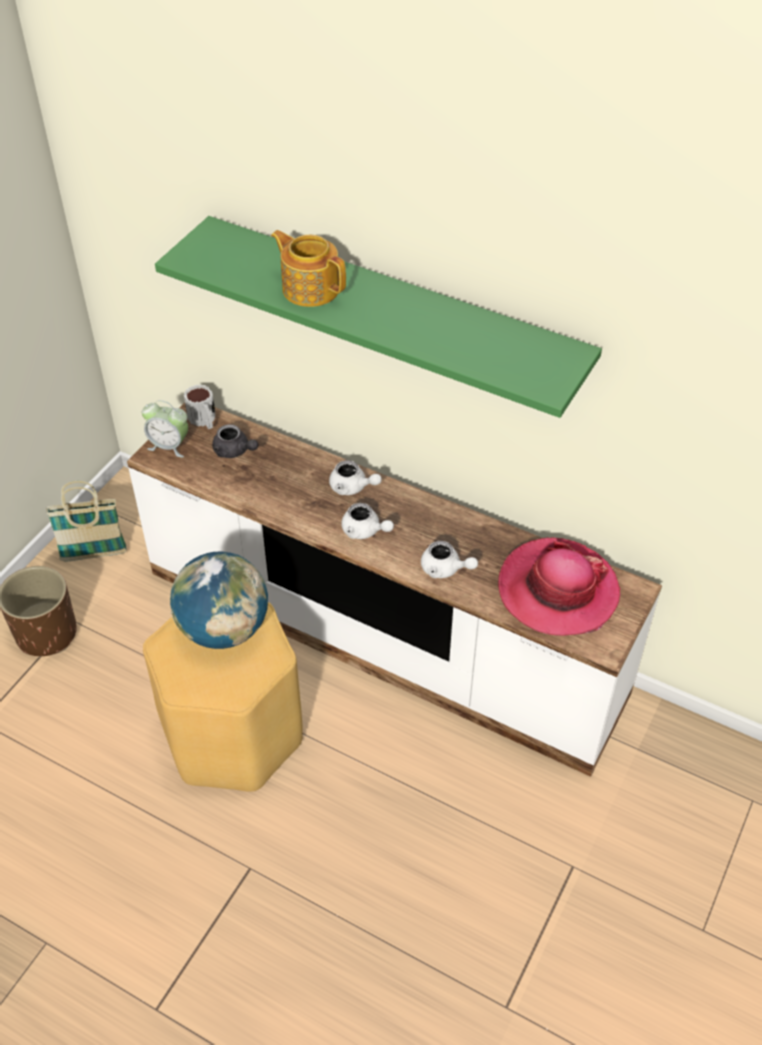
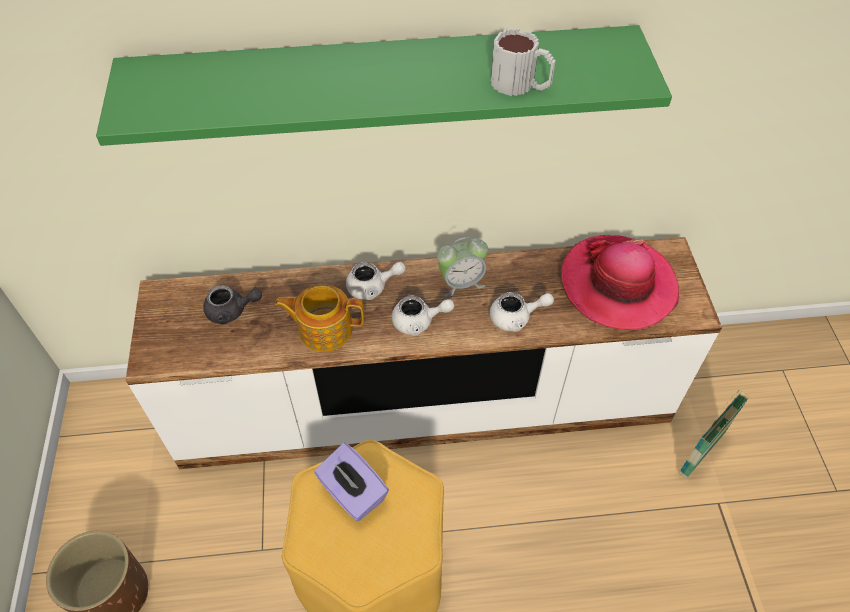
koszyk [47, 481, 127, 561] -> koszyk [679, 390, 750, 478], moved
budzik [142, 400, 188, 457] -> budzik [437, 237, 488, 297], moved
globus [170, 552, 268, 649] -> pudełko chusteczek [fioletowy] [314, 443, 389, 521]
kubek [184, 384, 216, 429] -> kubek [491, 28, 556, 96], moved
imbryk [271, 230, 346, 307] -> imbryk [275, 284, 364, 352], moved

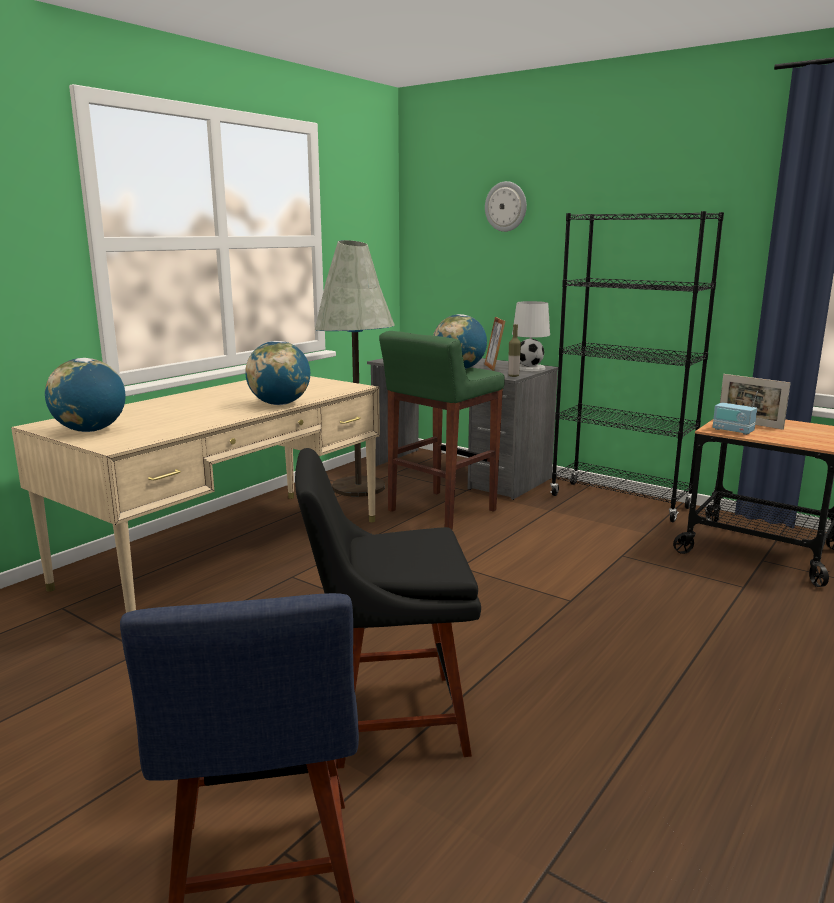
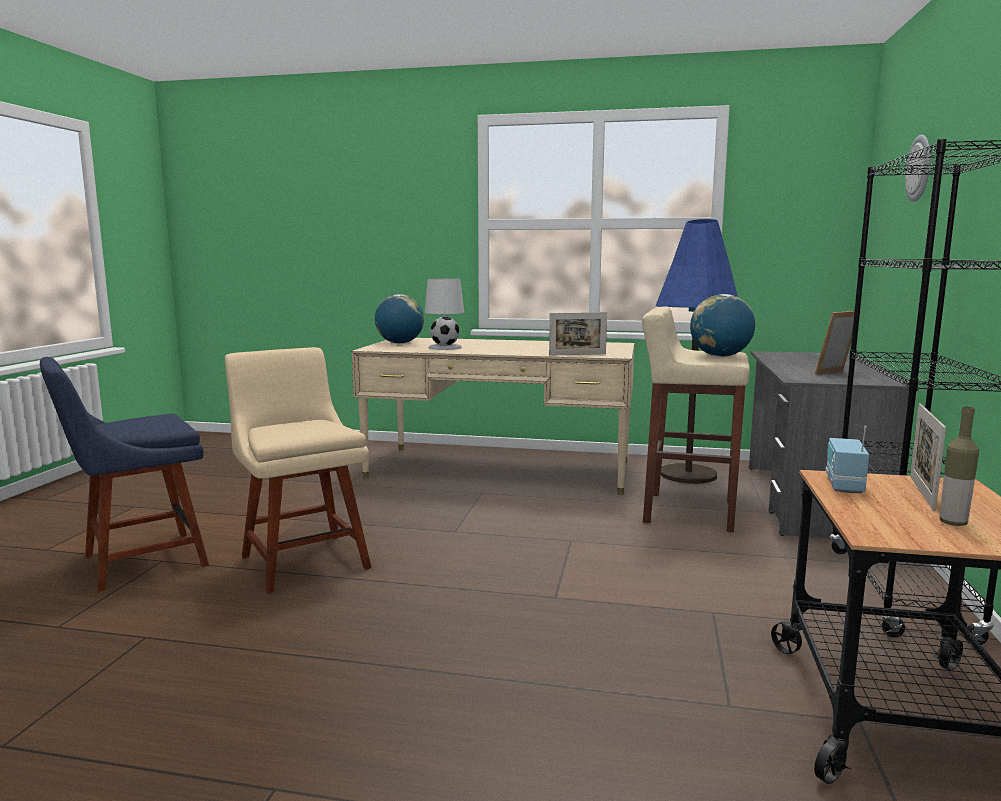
globus [245, 341, 310, 405] -> none
krzesło [czarny] [295, 448, 481, 769] -> krzesło [beżowy] [225, 347, 372, 594]
lampa stojąca [szary] [315, 240, 395, 497] -> lampa stojąca [niebieski] [656, 219, 738, 484]
stołek [zielony] [379, 331, 505, 530] -> stołek [beżowy] [642, 306, 750, 532]
butelka [508, 324, 521, 377] -> butelka [940, 406, 979, 526], moved
lampa stołowa [biały] [512, 301, 550, 371] -> lampa stołowa [biały] [425, 278, 464, 350], moved
none -> ramka na zdjęcie [549, 312, 607, 356]

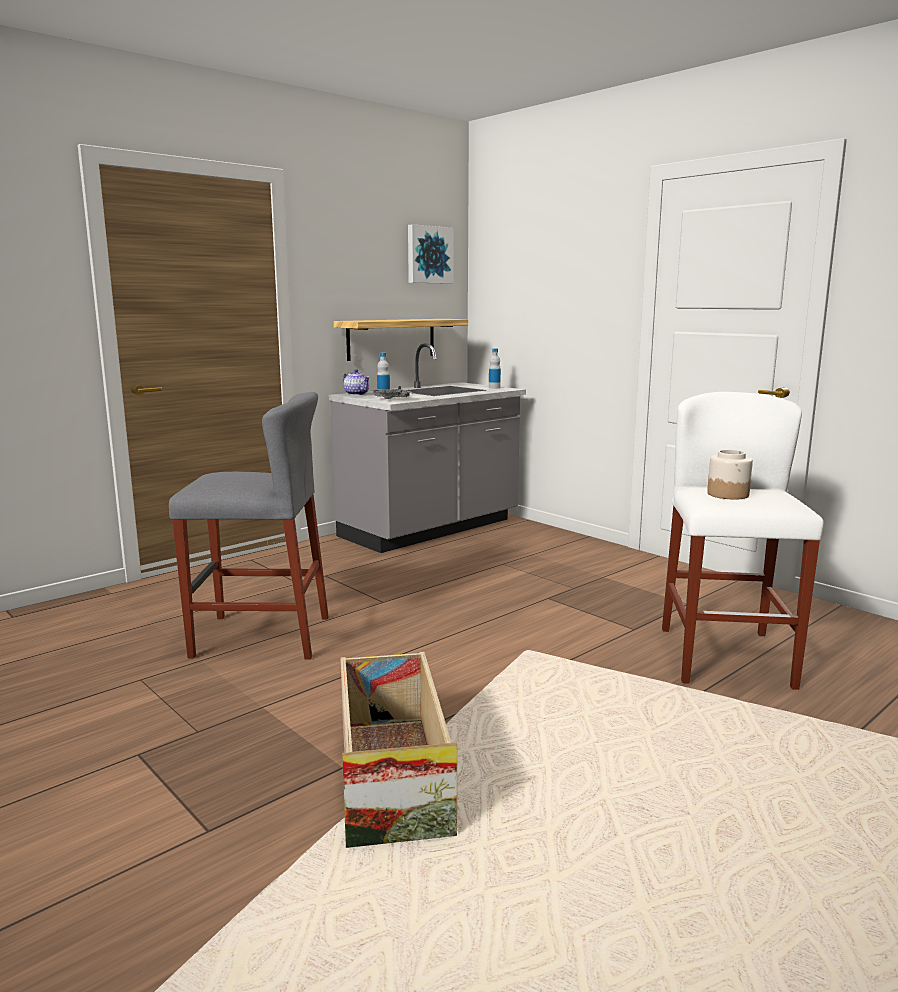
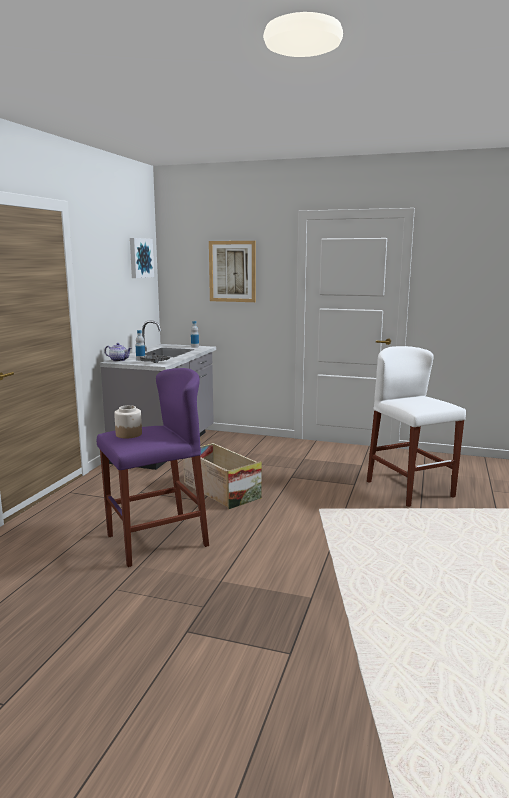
stołek [szary] [169, 392, 329, 660] -> stołek [fioletowy] [97, 368, 209, 567]
półka [334, 319, 468, 361] -> none
skrzynka [340, 652, 457, 848] -> skrzynka [183, 443, 262, 510], moved
słoik [707, 450, 753, 500] -> słoik [114, 405, 142, 438], moved
none -> obraz [209, 241, 256, 302]

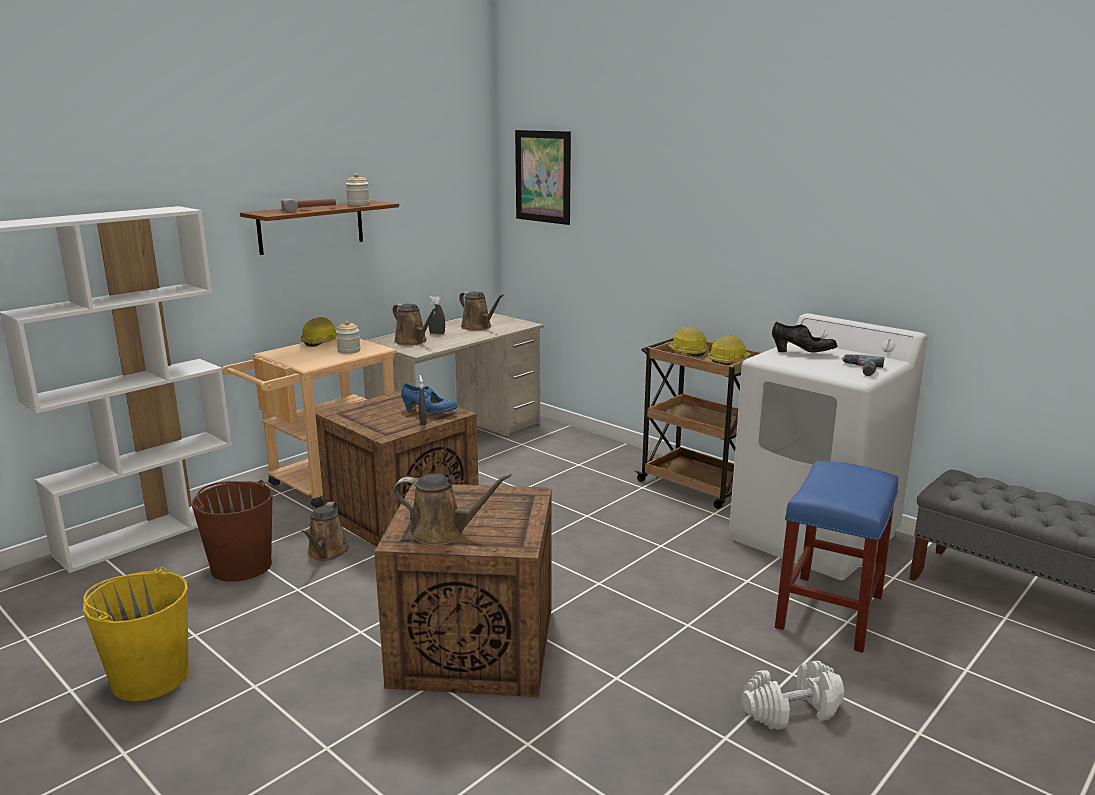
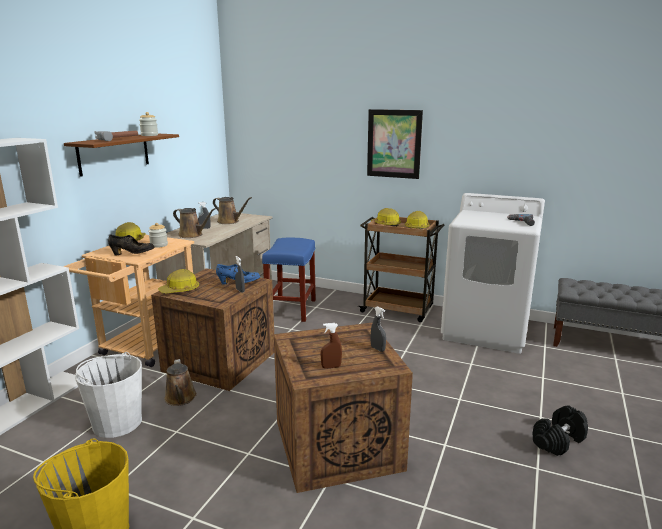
wiadro [brązowy] [192, 480, 273, 582] -> wiadro [biały] [75, 352, 142, 438]
konewka [brązowy] [393, 474, 512, 546] -> spryskiwacz [brązowy] [321, 323, 342, 368]
obraz [515, 130, 571, 225] -> obraz [367, 109, 423, 179], moved
hantel [biały] [742, 661, 844, 730] -> hantel [czarny] [532, 406, 588, 456]
but [czarny] [772, 322, 837, 352] -> but [czarny] [108, 234, 155, 255], moved
stołek [niebieski] [775, 461, 898, 653] -> stołek [niebieski] [262, 237, 316, 322], moved
none -> kask [158, 269, 199, 294]
none -> spryskiwacz [szary] [371, 306, 386, 352]

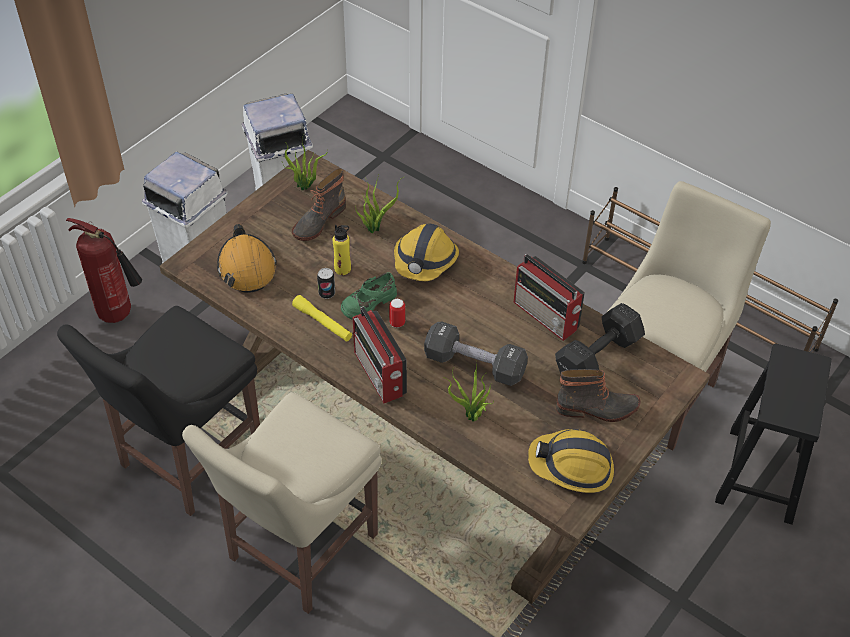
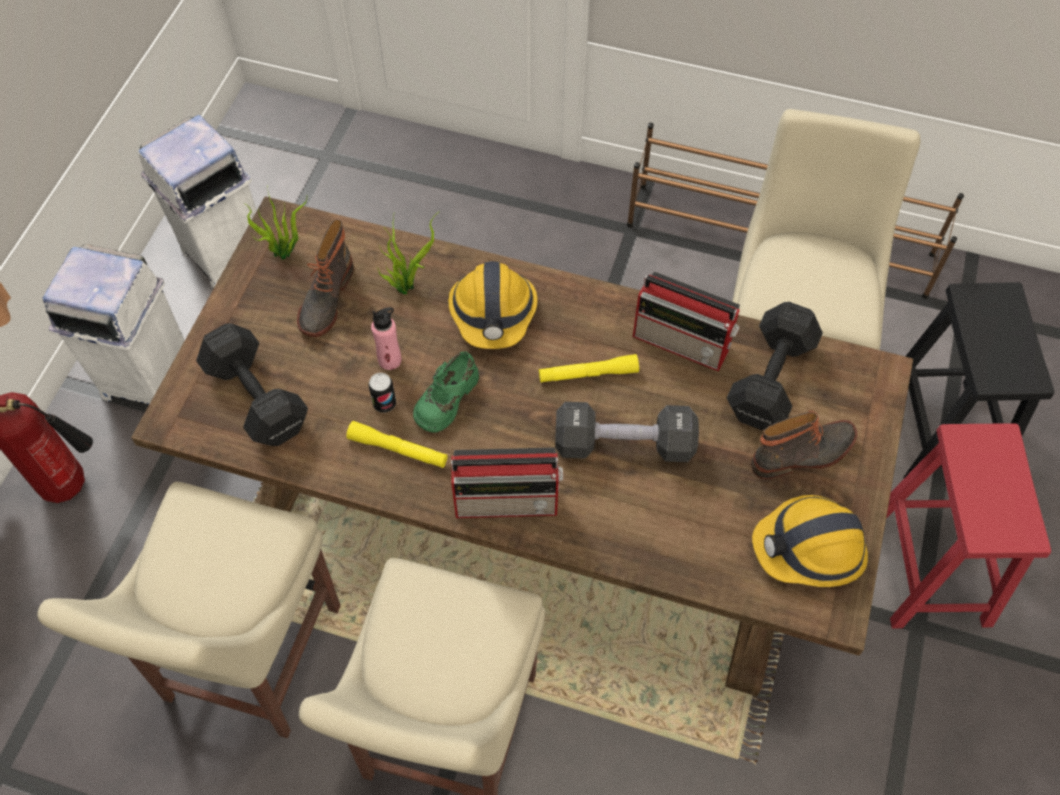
krzesło [czarny] [57, 306, 260, 516] -> krzesło [beżowy] [37, 482, 341, 738]
kask [pomarańczowy] [217, 224, 277, 293] -> hantel [czarny] [196, 323, 308, 446]
butelka [żółty] [333, 225, 351, 275] -> butelka [różowy] [371, 307, 401, 370]
radio [353, 306, 407, 403] -> radio [451, 447, 563, 518], 45 degrees counterclockwise
puszka [389, 299, 405, 328] -> none
roślina doniczkowa [444, 361, 493, 422] -> none
none -> latarka [żółty] [539, 354, 639, 383]
none -> stołek [czerwony] [886, 423, 1051, 628]

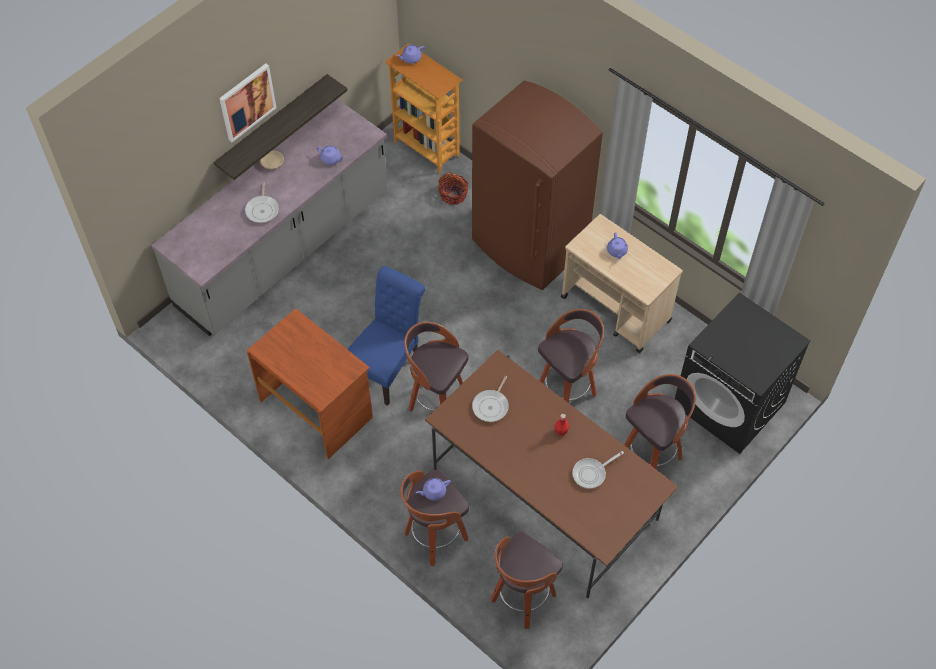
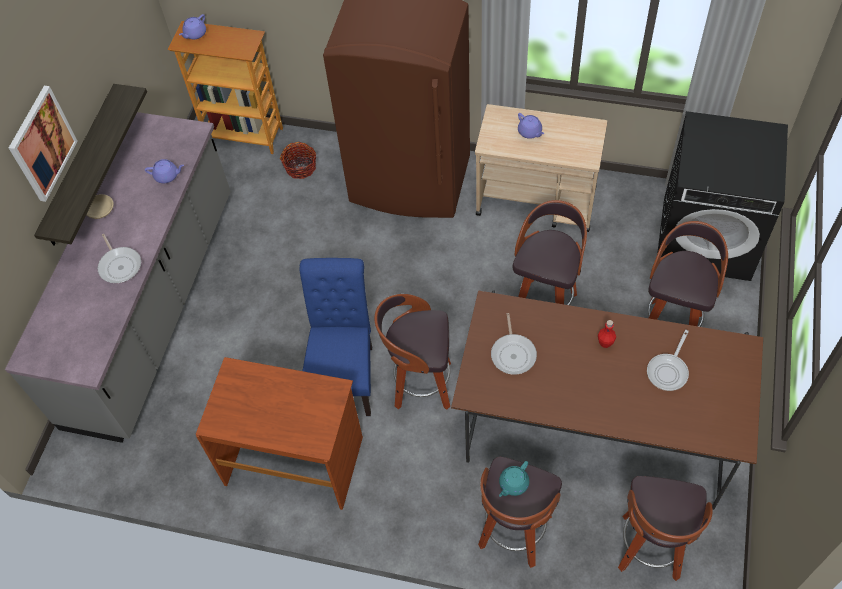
imbryk [fioletowy] [416, 478, 451, 501] -> imbryk [turkusowy] [499, 461, 529, 497]

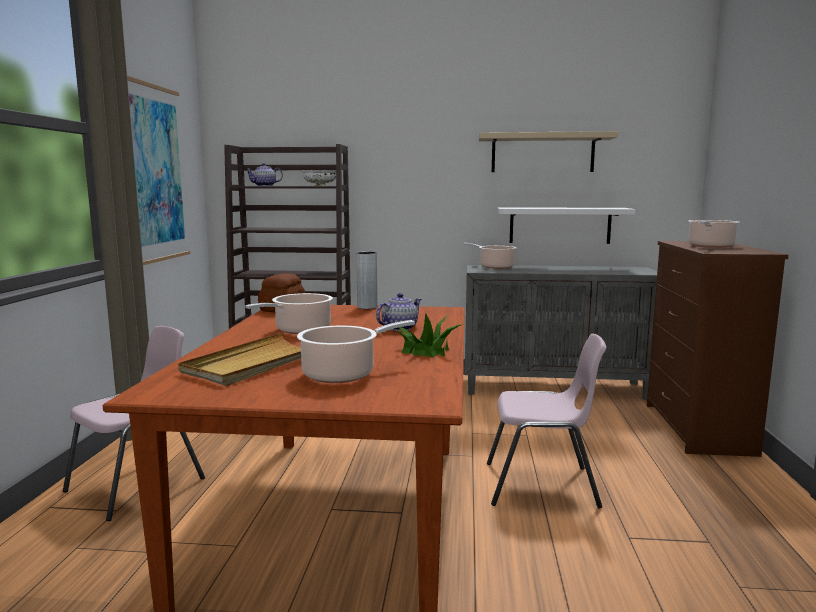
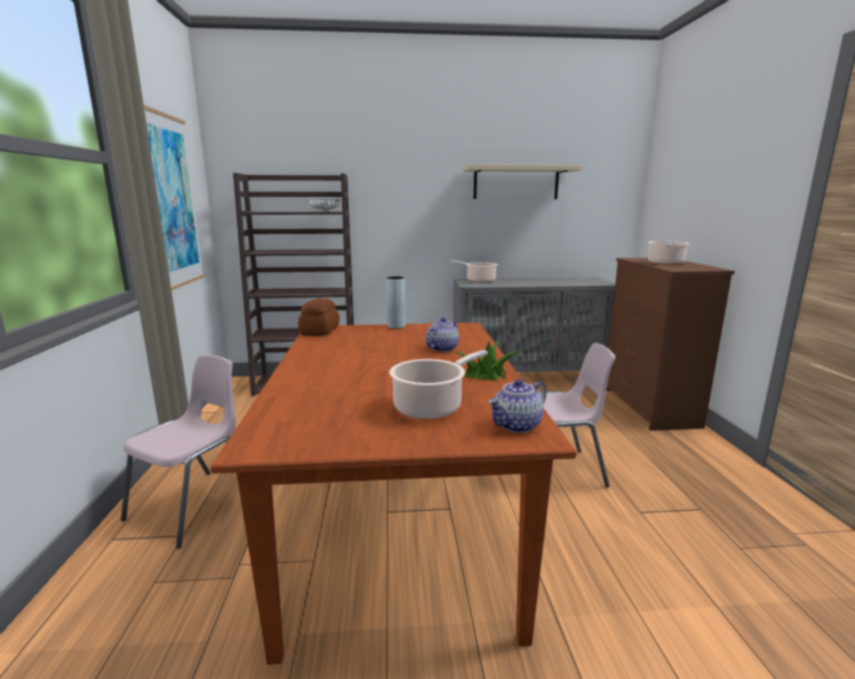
taca [beżowy] [178, 333, 301, 386] -> none
imbryk [245, 163, 283, 186] -> imbryk [488, 379, 546, 433], moved
garnek [245, 293, 333, 334] -> none
półka [biały] [497, 207, 635, 244] -> none

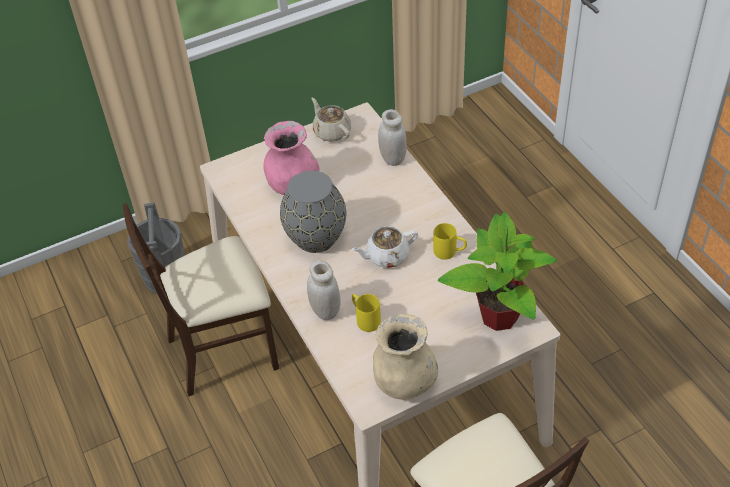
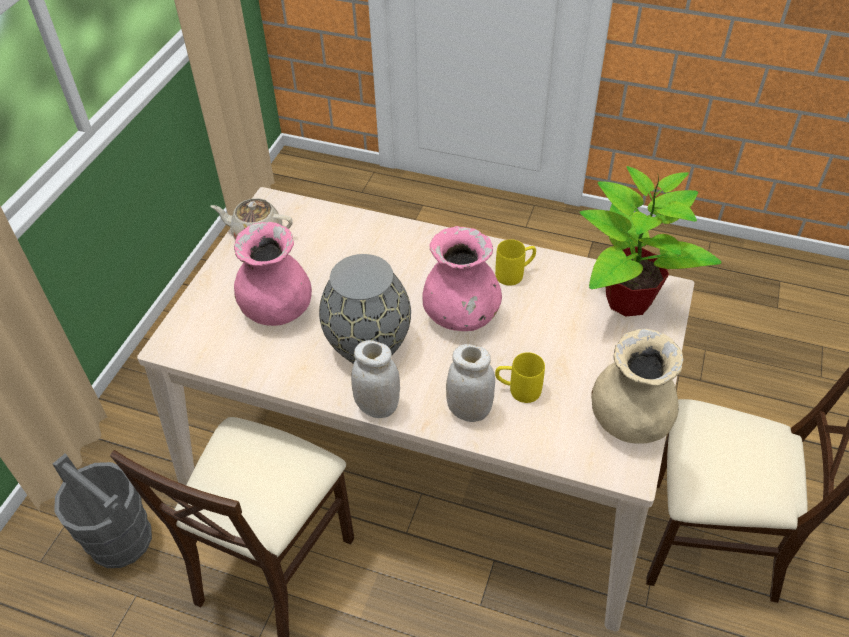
imbryk [biały] [352, 226, 418, 268] -> wazon [różowy] [422, 226, 502, 331]
słoik [biały] [378, 109, 407, 166] -> słoik [biały] [351, 340, 400, 418], moved

